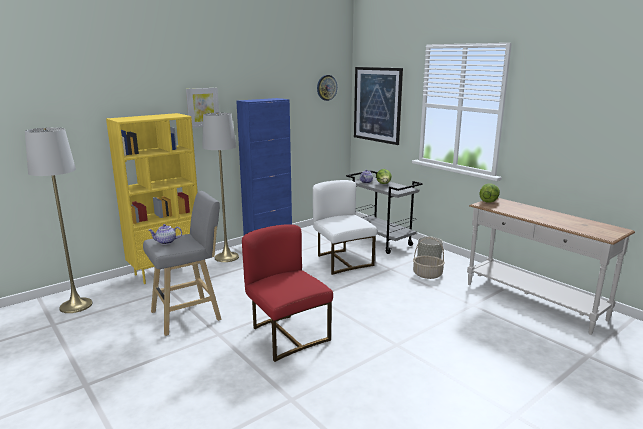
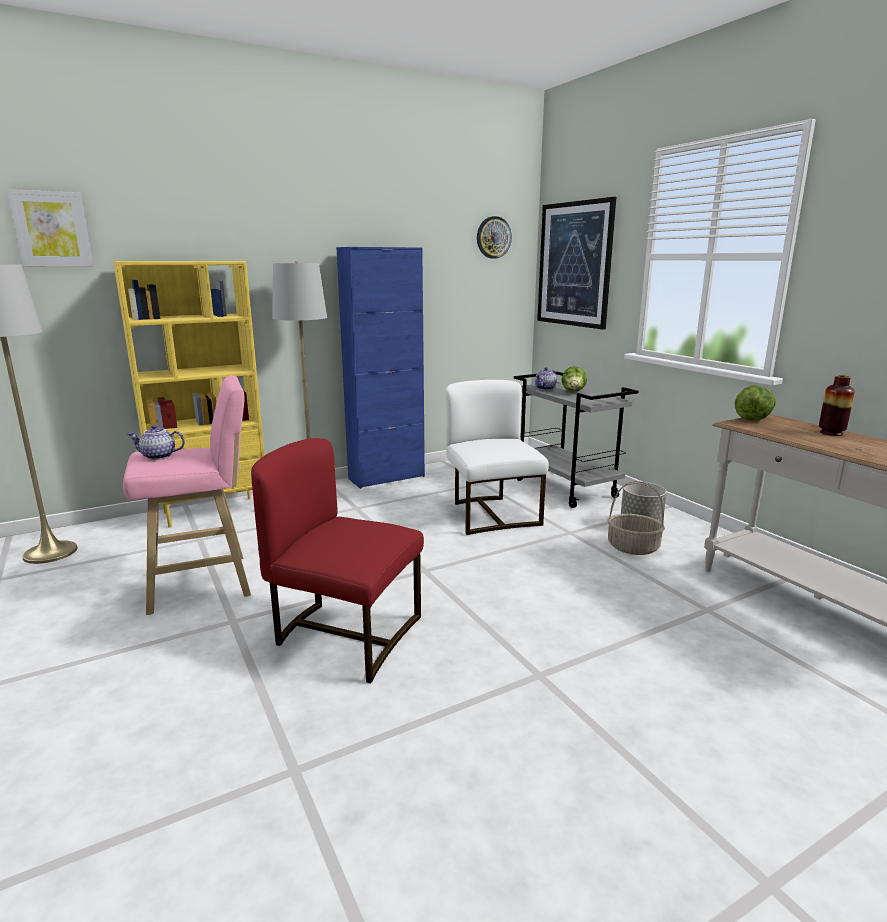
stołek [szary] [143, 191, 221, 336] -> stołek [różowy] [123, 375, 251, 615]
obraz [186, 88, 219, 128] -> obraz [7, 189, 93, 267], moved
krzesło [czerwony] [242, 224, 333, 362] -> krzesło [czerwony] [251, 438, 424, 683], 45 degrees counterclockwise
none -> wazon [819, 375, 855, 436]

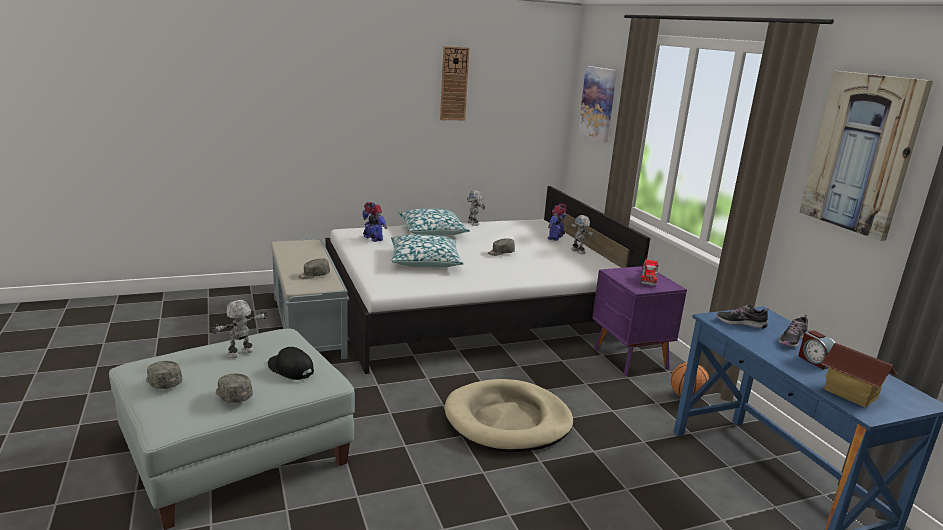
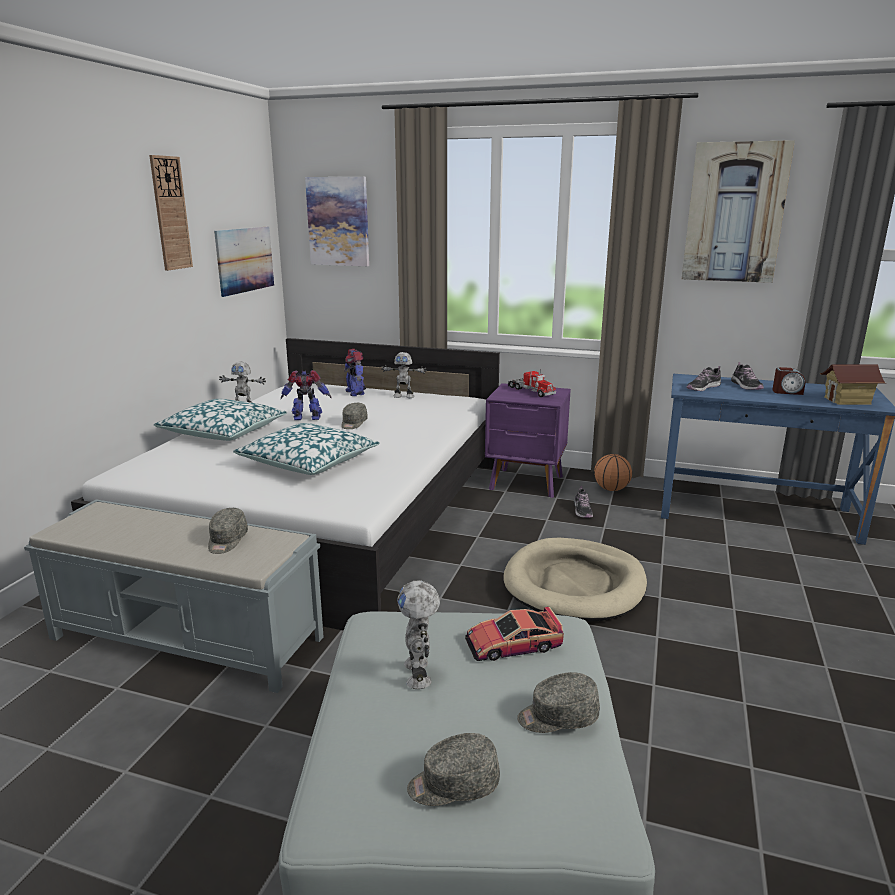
czapka z daszkiem [czarny] [268, 347, 314, 380] -> samochodzik [465, 607, 564, 661]
robot zabawkowy [362, 202, 387, 242] -> robot zabawkowy [281, 370, 331, 420], moved
none -> obraz [214, 227, 274, 297]
none -> but [574, 486, 593, 518]

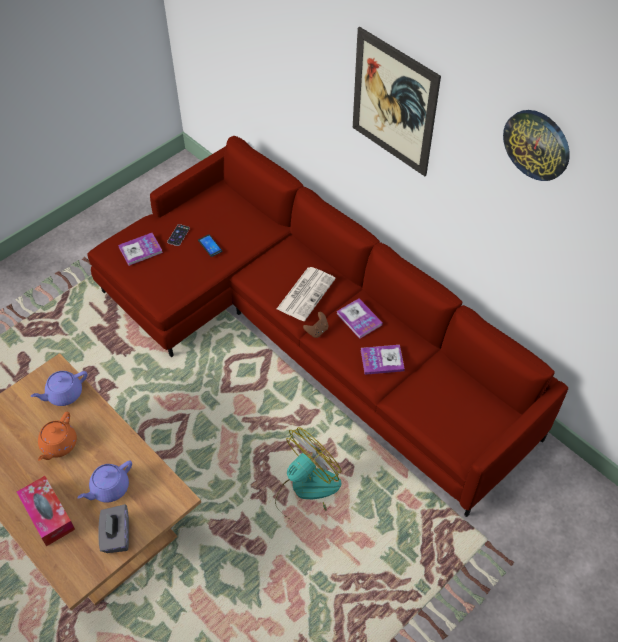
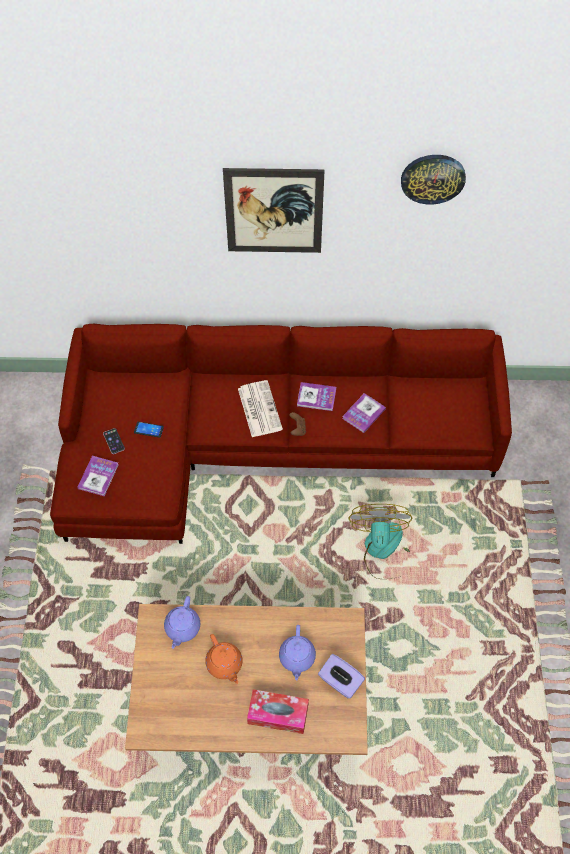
pudełko chusteczek [szary] [98, 504, 129, 553] -> pudełko chusteczek [fioletowy] [318, 654, 365, 698]

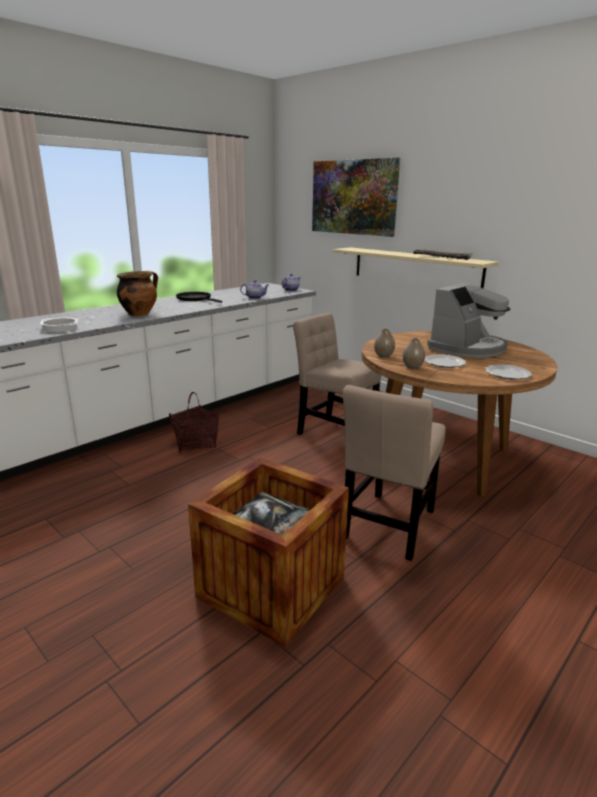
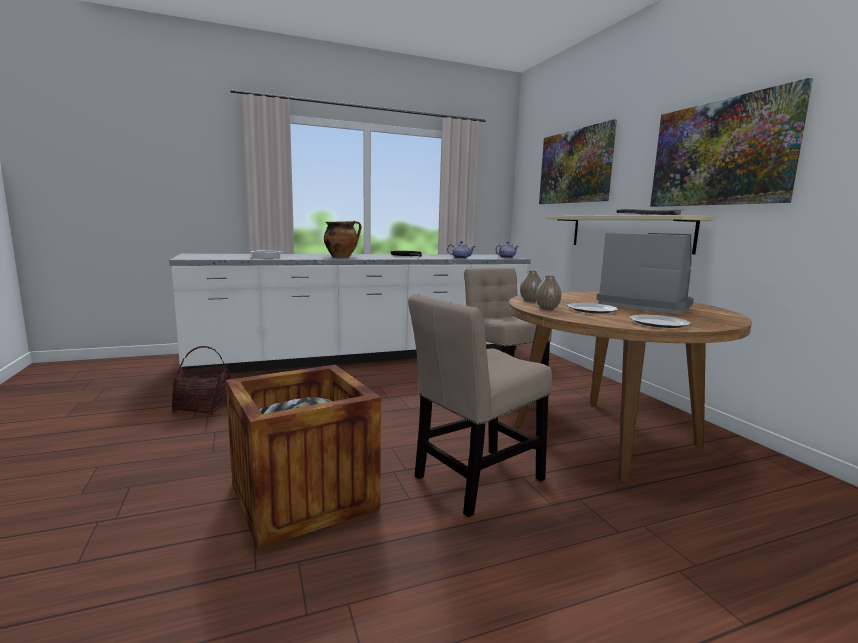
koszyk [169, 392, 219, 452] -> koszyk [172, 346, 231, 415], moved
ekspres do kawy [427, 283, 511, 358] -> ekspres do kawy [596, 233, 694, 314], 120 degrees counterclockwise
none -> obraz [650, 78, 813, 207]

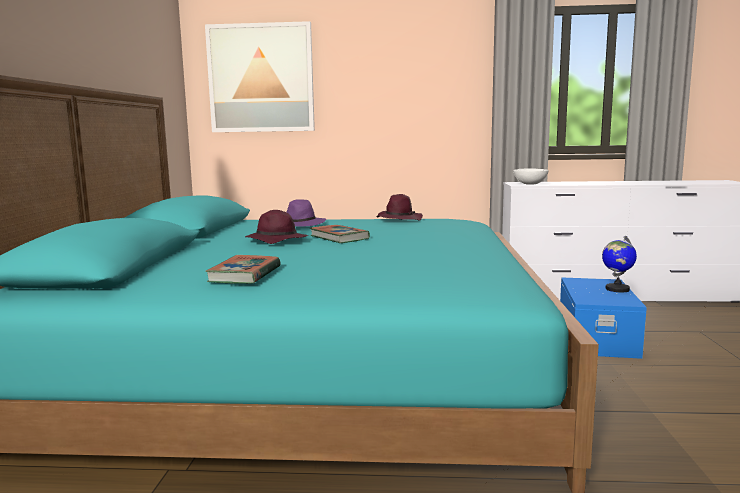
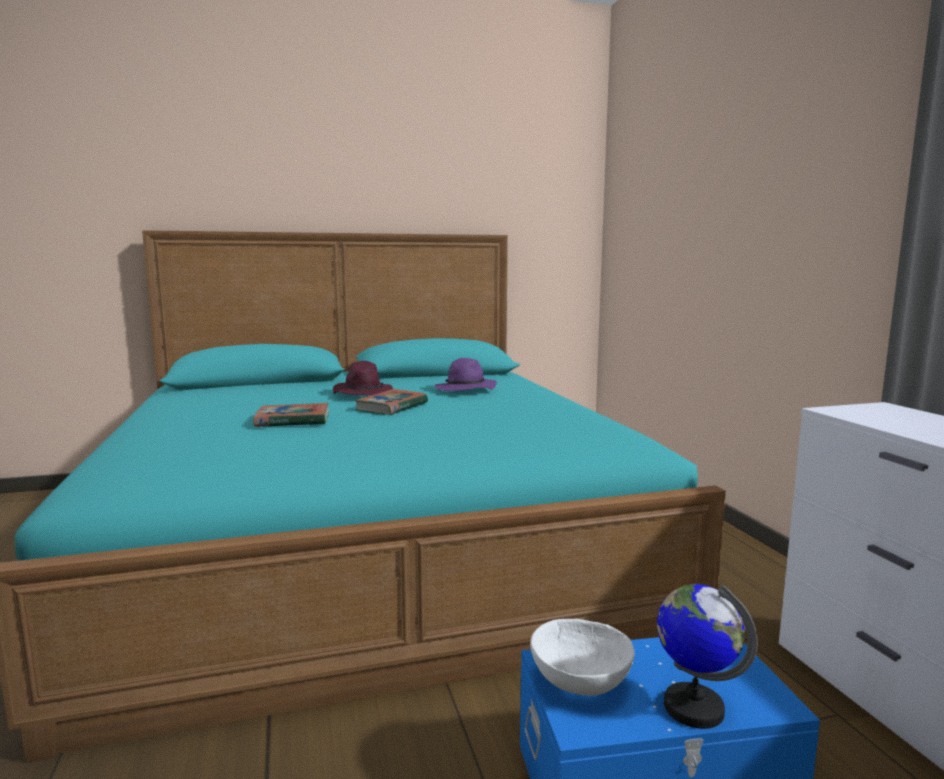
obraz [205, 21, 315, 132] -> none
książka [205, 255, 281, 284] -> książka [253, 403, 329, 427], moved
kapelusz [fioletowy] [377, 194, 423, 221] -> none
miska [biały] [513, 168, 549, 185] -> miska [biały] [530, 619, 634, 696], moved

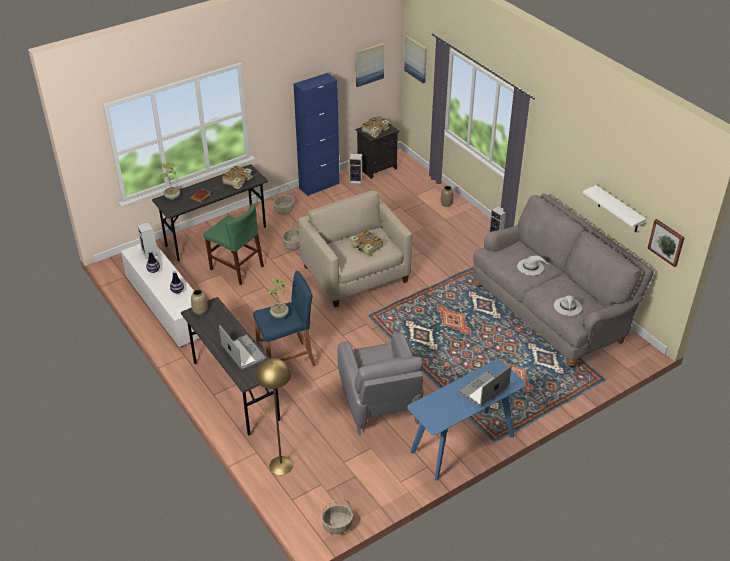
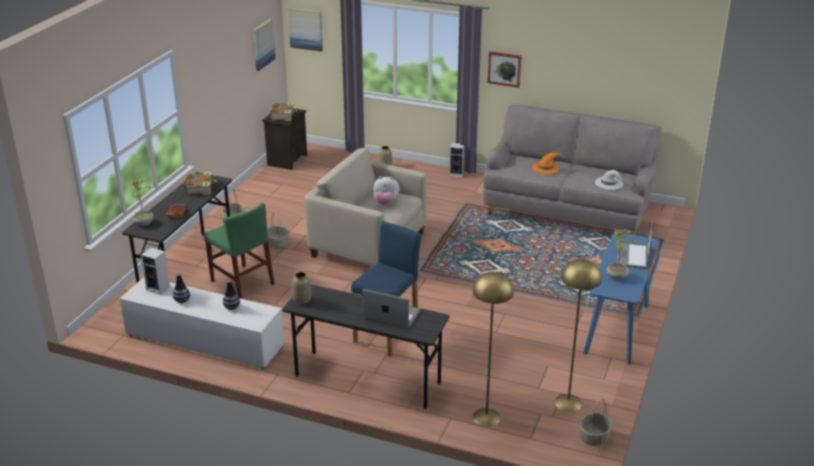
krzesło [zielony] [204, 204, 264, 285] -> krzesło [zielony] [204, 203, 274, 299], 45 degrees clockwise
roślina doniczkowa [267, 278, 289, 319] -> roślina doniczkowa [606, 229, 637, 280], moved
szafka [niebieski] [294, 73, 340, 196] -> none
fotel [szary] [337, 332, 423, 436] -> none
głośnik [349, 153, 362, 184] -> none
książka [350, 230, 383, 257] -> pluszak [373, 176, 400, 205]
kapelusz [biały] [517, 255, 548, 276] -> kapelusz [pomarańczowy] [532, 152, 566, 174]
półka [biały] [583, 185, 646, 232] -> none
obraz [648, 219, 685, 267] -> obraz [488, 51, 522, 88], moved
none -> lampa stojąca [żółty] [555, 259, 602, 412]

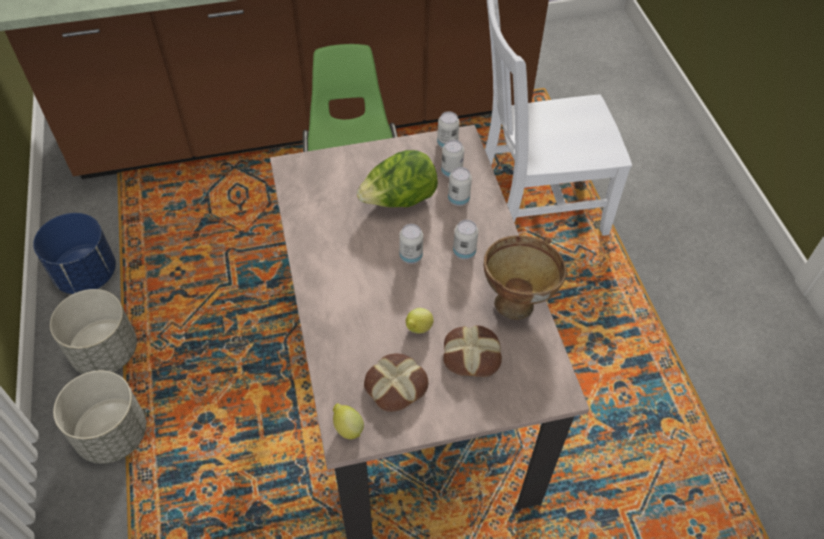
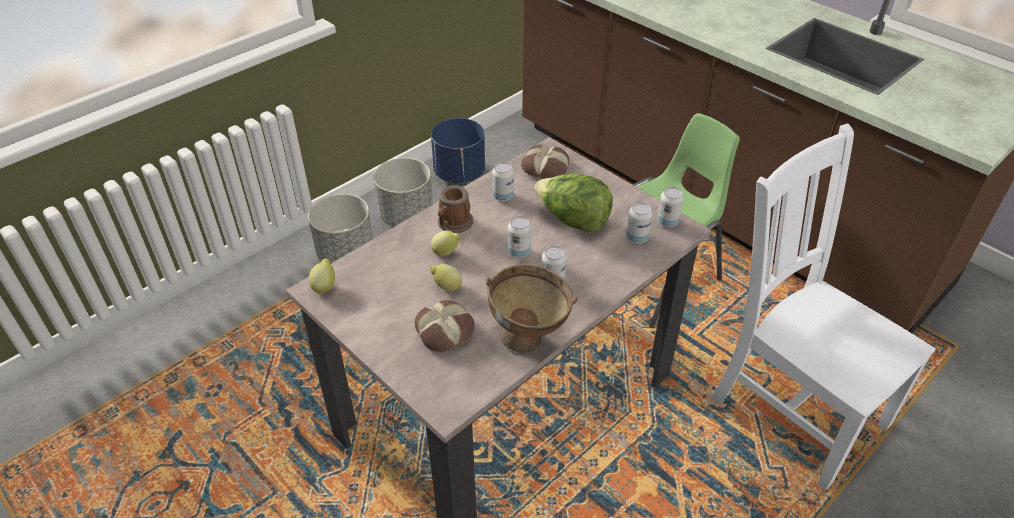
chleb [364, 353, 428, 412] -> chleb [521, 144, 569, 179], moved
puszka [448, 167, 472, 206] -> puszka [492, 162, 514, 201], moved
none -> cytryna [431, 230, 461, 256]
none -> kubek [438, 185, 473, 233]

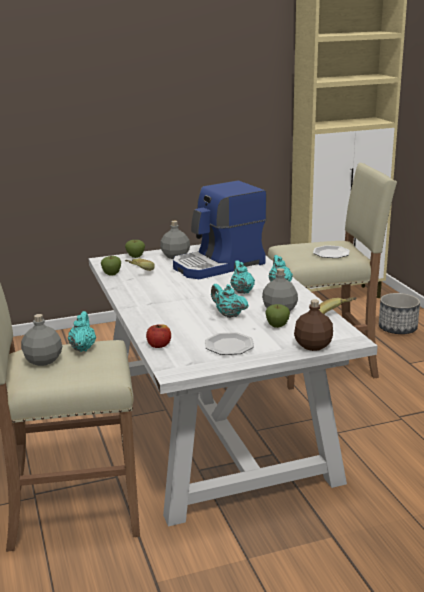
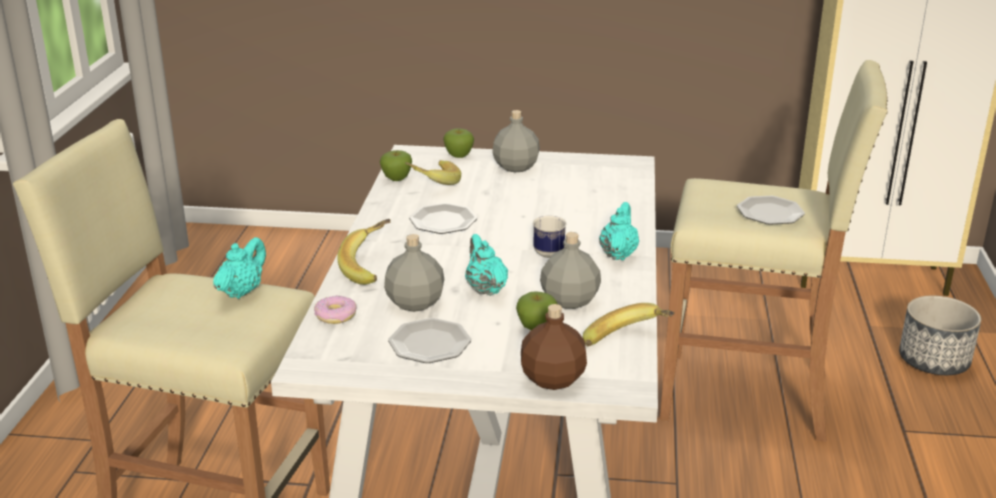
butelka [szary] [21, 314, 62, 366] -> butelka [szary] [384, 234, 444, 312], moved
jabłko [146, 324, 171, 348] -> donut [314, 295, 356, 324]
ekspres do kawy [173, 180, 266, 279] -> none
imbryk [turkusowy] [230, 260, 255, 294] -> kubek [533, 216, 566, 258]
none -> banan [337, 219, 391, 285]
none -> talerz [409, 203, 477, 234]

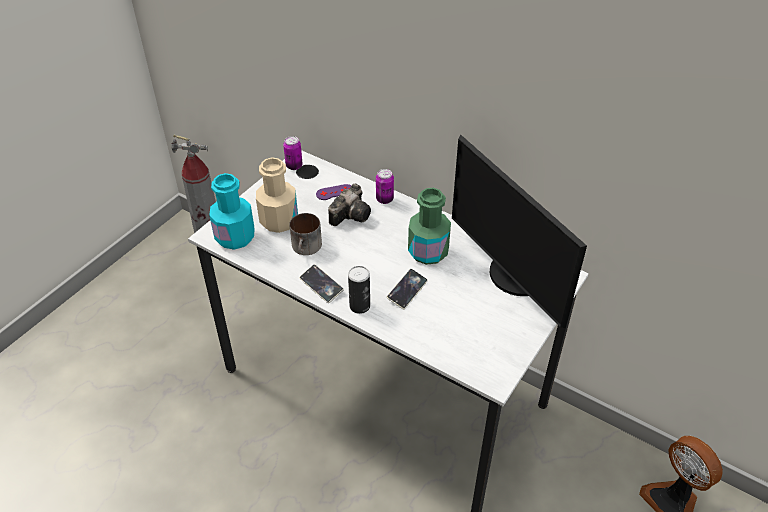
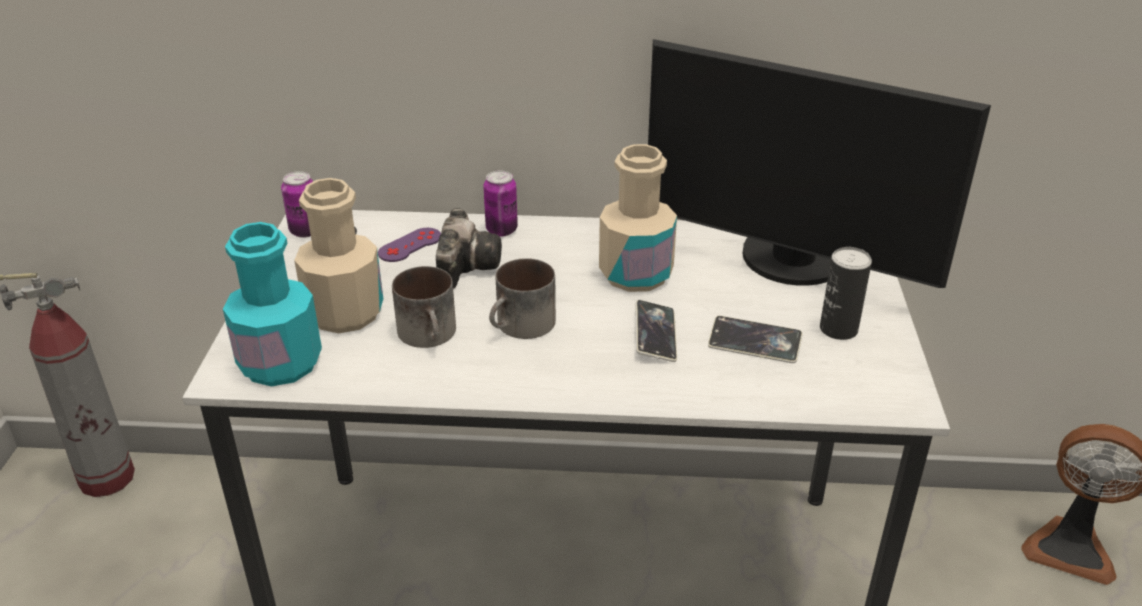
telefon [299, 264, 344, 303] -> telefon [708, 316, 803, 363], moved
puszka [348, 266, 370, 314] -> puszka [820, 247, 872, 340], moved
butelka [zielony] [408, 188, 451, 265] -> butelka [beżowy] [599, 144, 677, 292]
none -> kubek [489, 258, 556, 339]

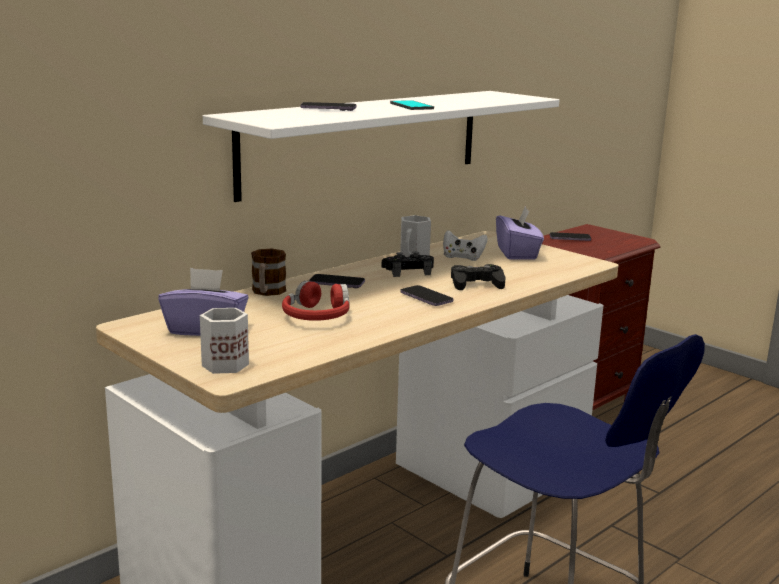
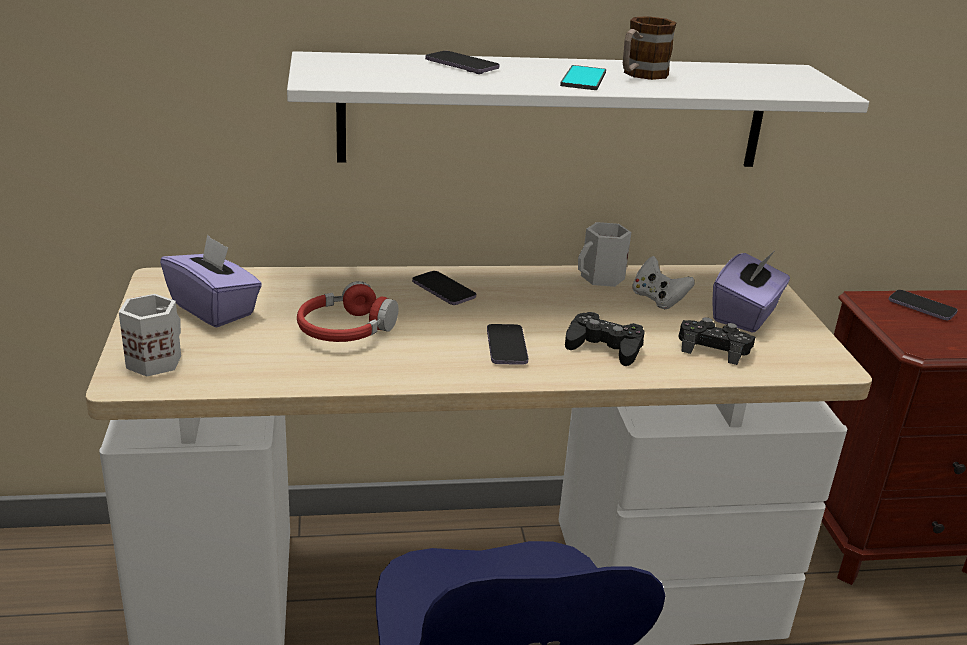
kubek [251, 249, 286, 296] -> kubek [623, 16, 677, 80], moved
pad do gier [czarny] [382, 252, 434, 277] -> pad do gier [czarny] [678, 317, 755, 365], moved

